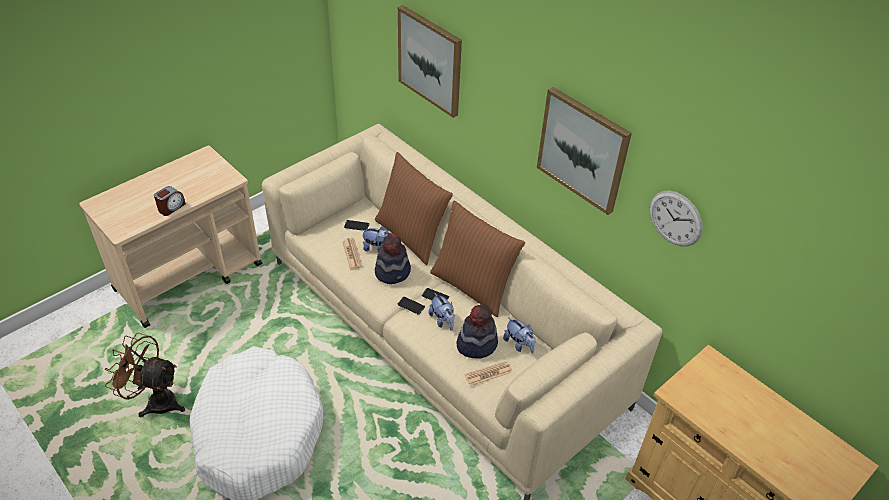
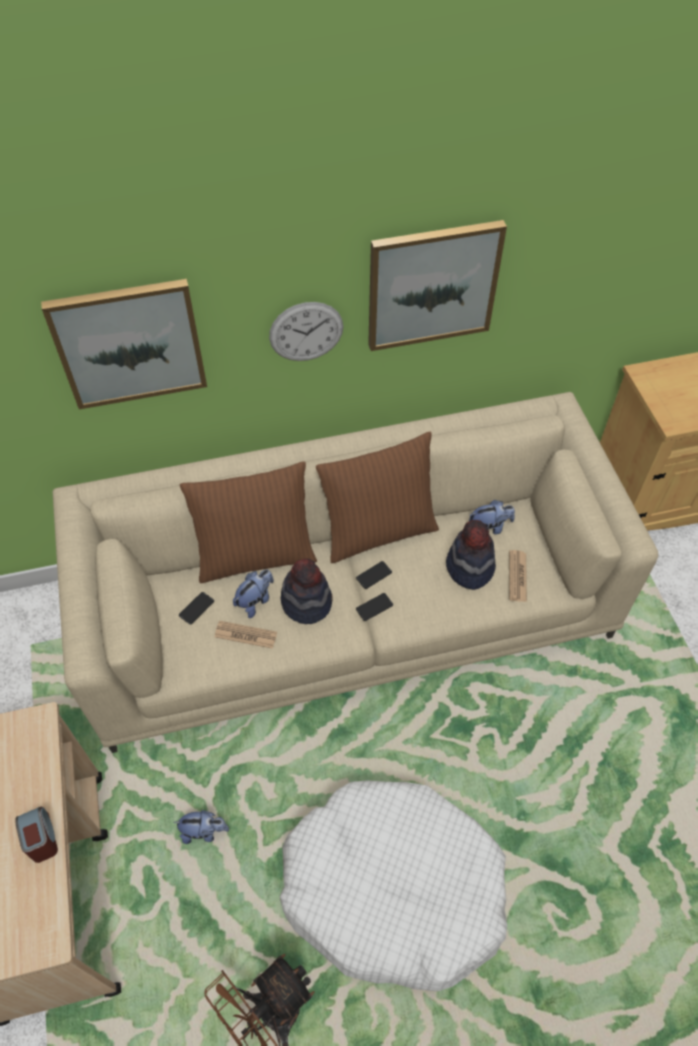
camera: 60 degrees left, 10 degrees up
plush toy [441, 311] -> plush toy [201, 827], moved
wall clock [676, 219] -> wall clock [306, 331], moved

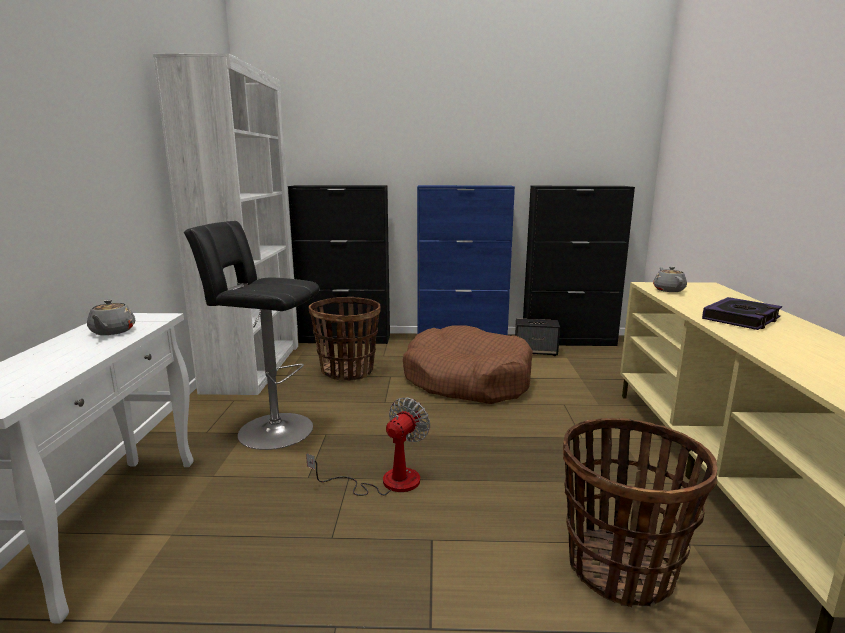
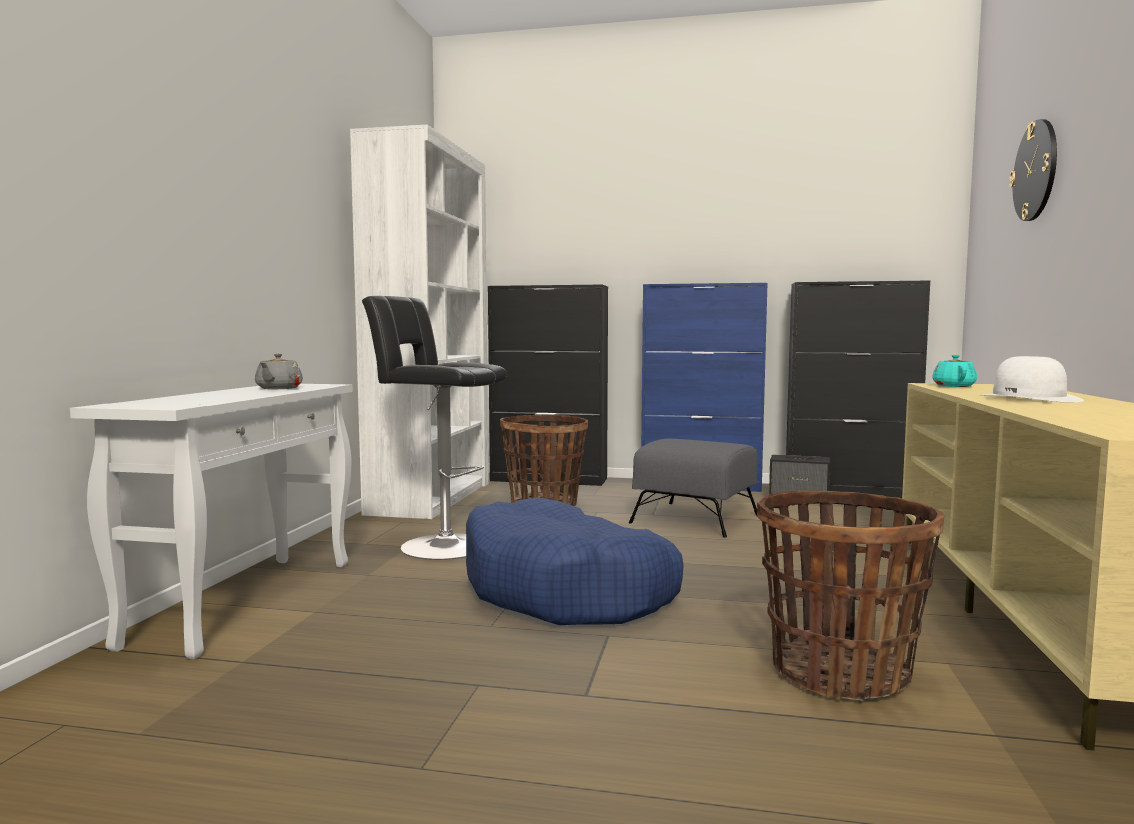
camera: 10 degrees right, 10 degrees down
none -> wall clock [1033, 170]
fan [368, 446] -> blue dog bed [575, 561]
brown dog bed [468, 364] -> grey ottoman [693, 488]
book [742, 313] -> white hat [1031, 379]
grey teapot [670, 279] -> turquoise teapot [954, 371]

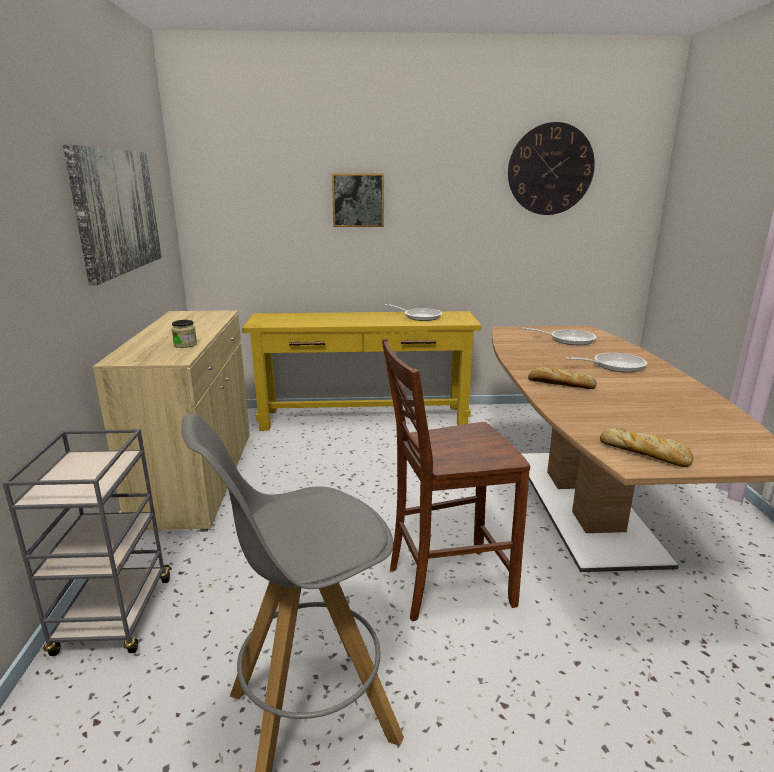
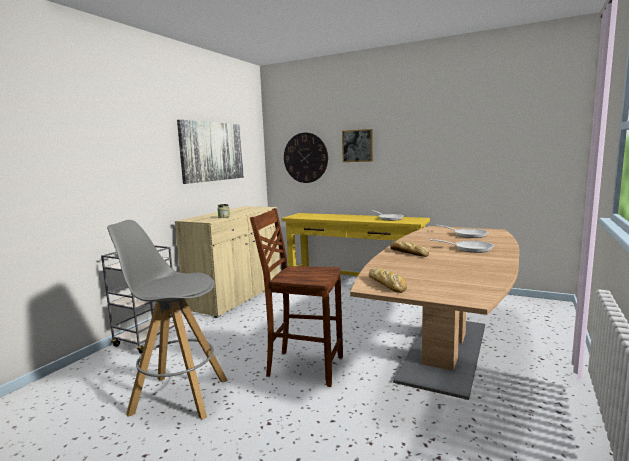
camera: 30 degrees right, 10 degrees down
wall clock [551, 168] -> wall clock [306, 158], moved

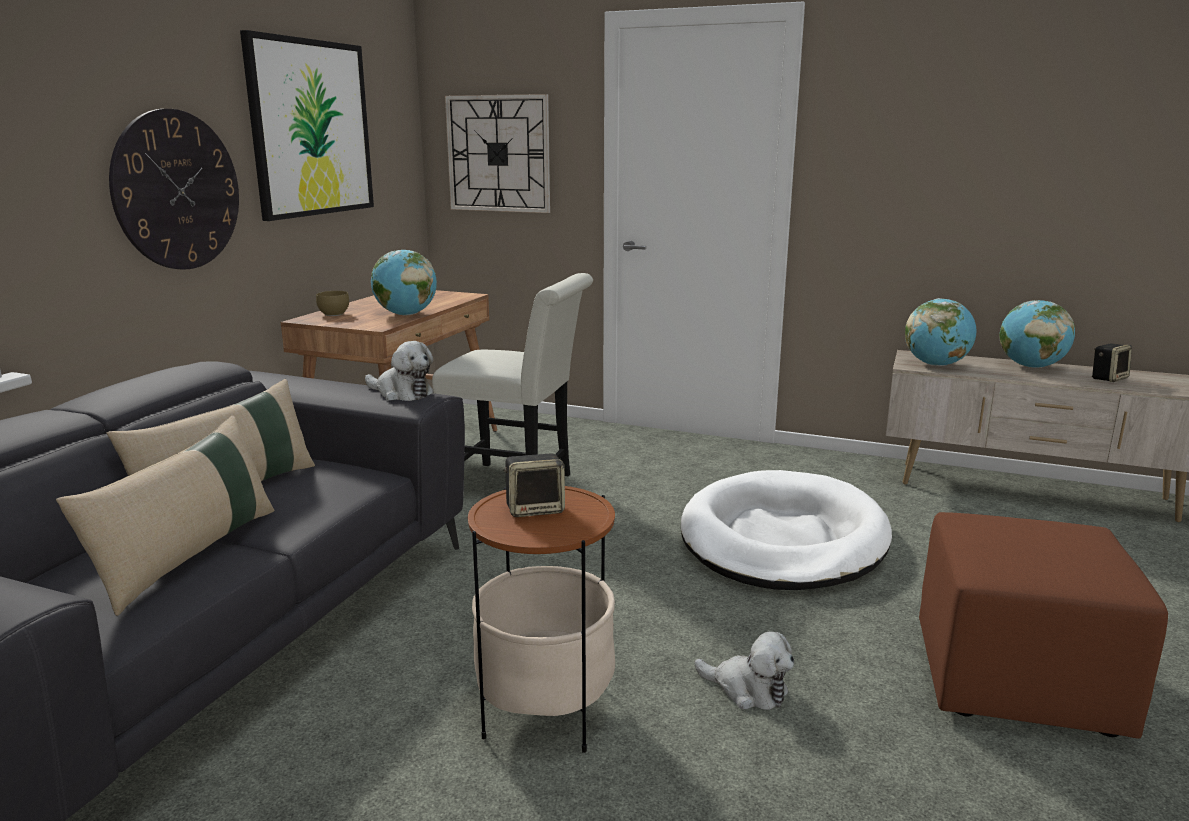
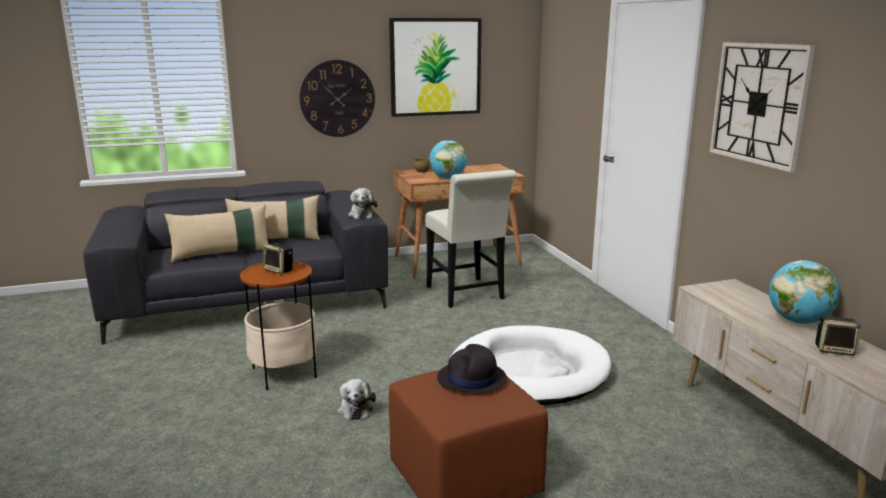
camera: 50 degrees right, 0 degrees up
globe [941, 332] -> none
none -> black hat [472, 369]
wall clock [497, 153] -> wall clock [763, 107], moved

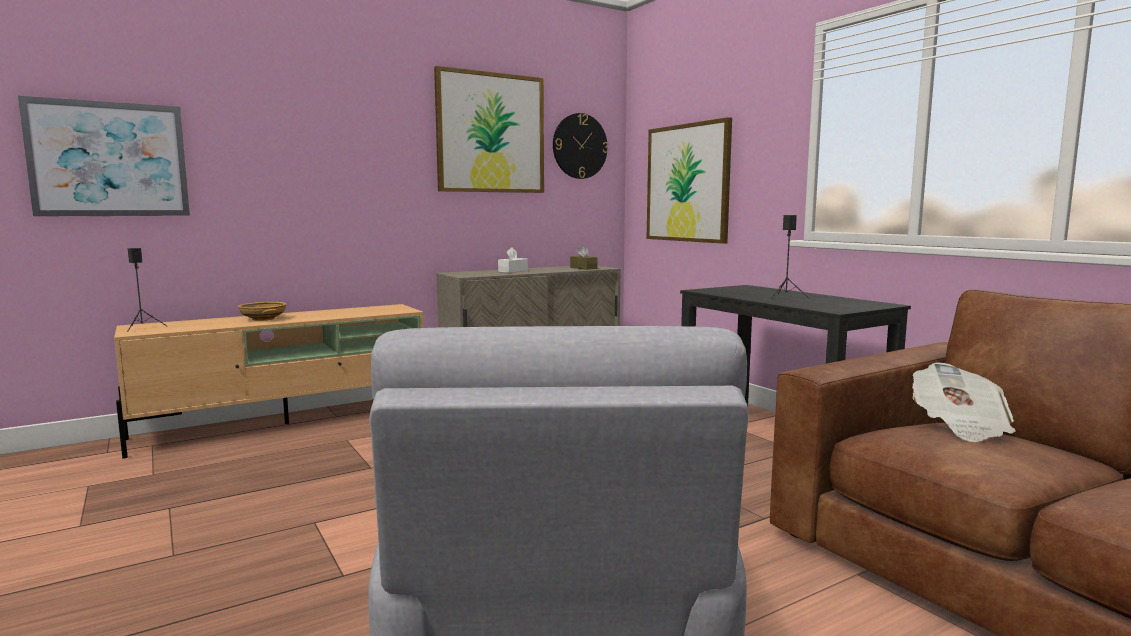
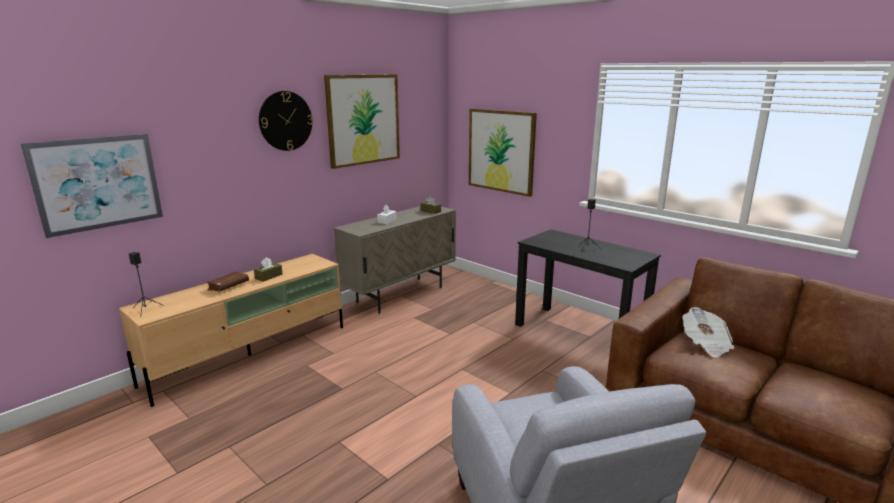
camera: 15 degrees left, 10 degrees up
none -> brown tissue box [268, 269]
wall clock [580, 146] -> wall clock [286, 121], moved
beige bowl [262, 311] -> brown book [227, 281]

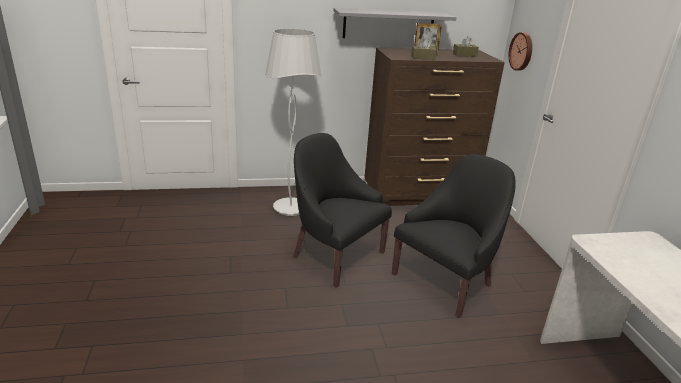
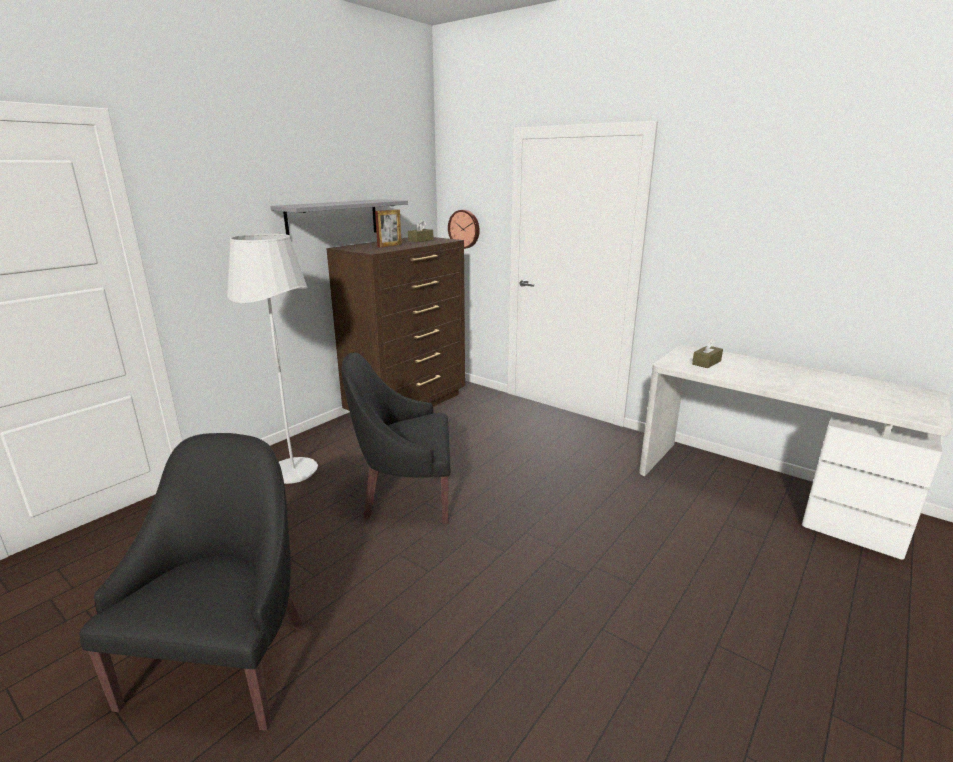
camera: 40 degrees left, 5 degrees down
black armchair [454, 236] -> black armchair [191, 582], moved
brown tissue box [424, 49] -> brown tissue box [707, 353], moved

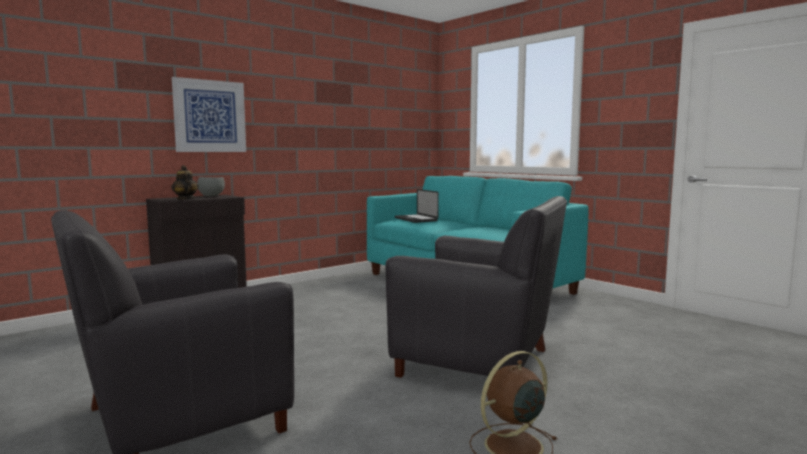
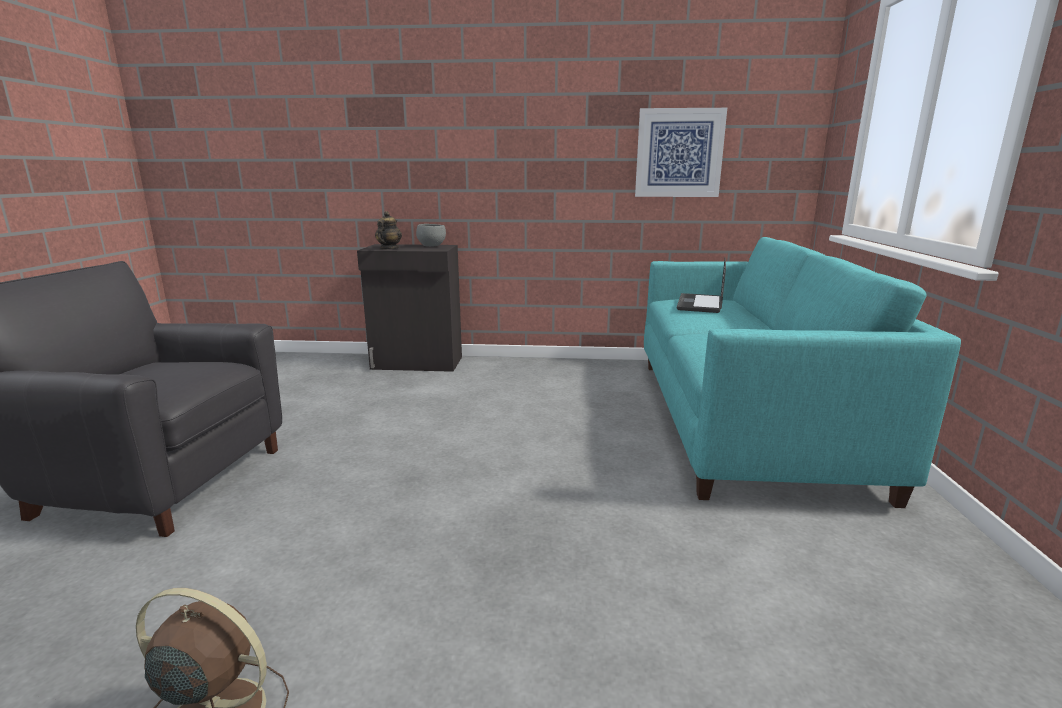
camera: 45 degrees right, 10 degrees up
black armchair [476, 287] -> none
picture [209, 114] -> picture [681, 152], moved

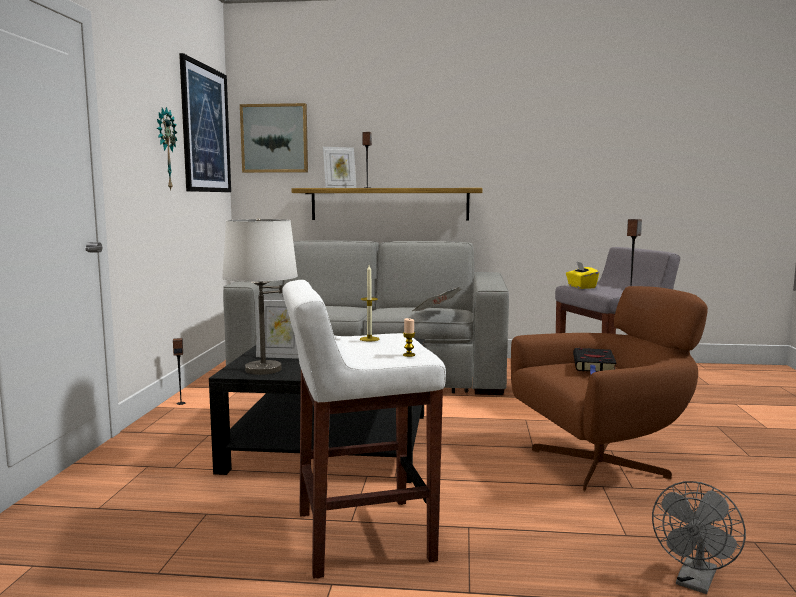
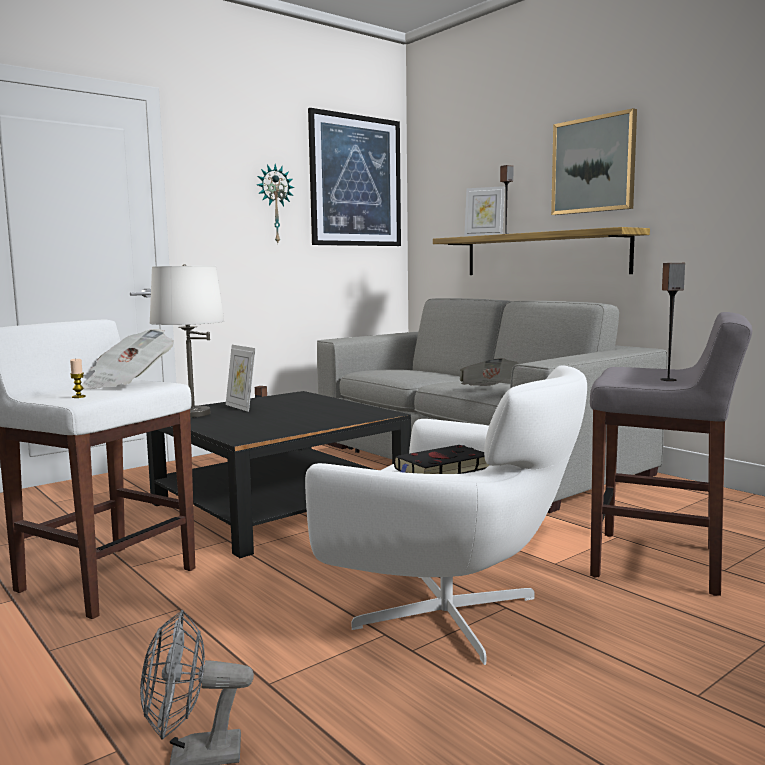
camera: 45 degrees right, 0 degrees up
yellow tissue box [582, 275] -> none
picture [274, 138] -> picture [594, 161], moved
candle [370, 303] -> newspaper [128, 359]
brown armchair [609, 389] -> white armchair [446, 515]

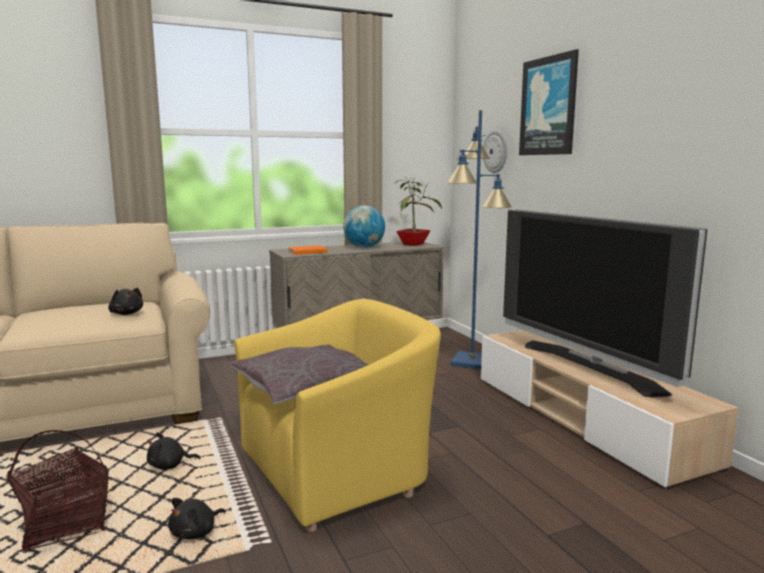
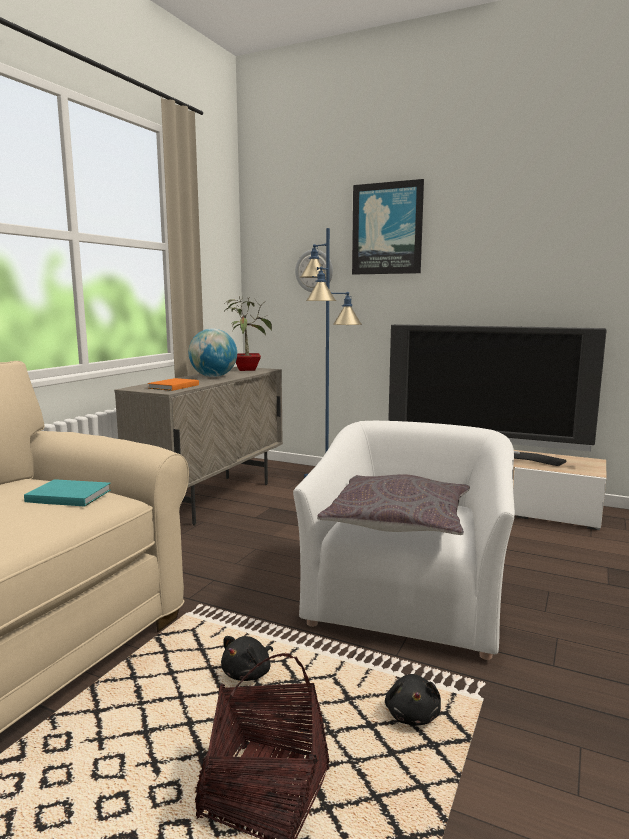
camera: 40 degrees left, 0 degrees up
black plush toy [125, 301] -> turquoise book [67, 493]
yellow armchair [337, 415] -> white armchair [404, 540]

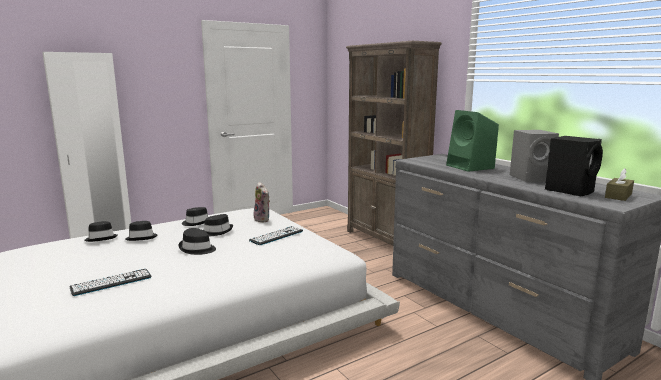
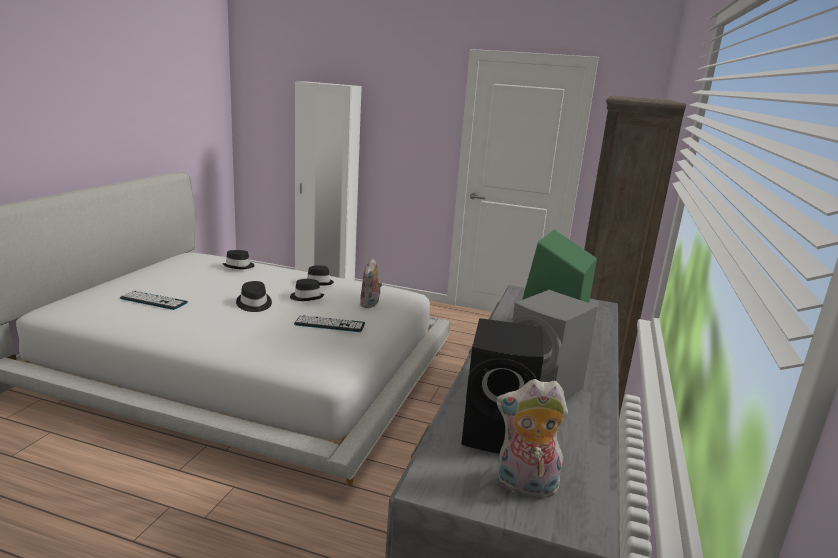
camera: 50 degrees right, 5 degrees up
black hat [141, 231] -> none
brown tissue box [619, 184] -> plush toy [532, 440]

